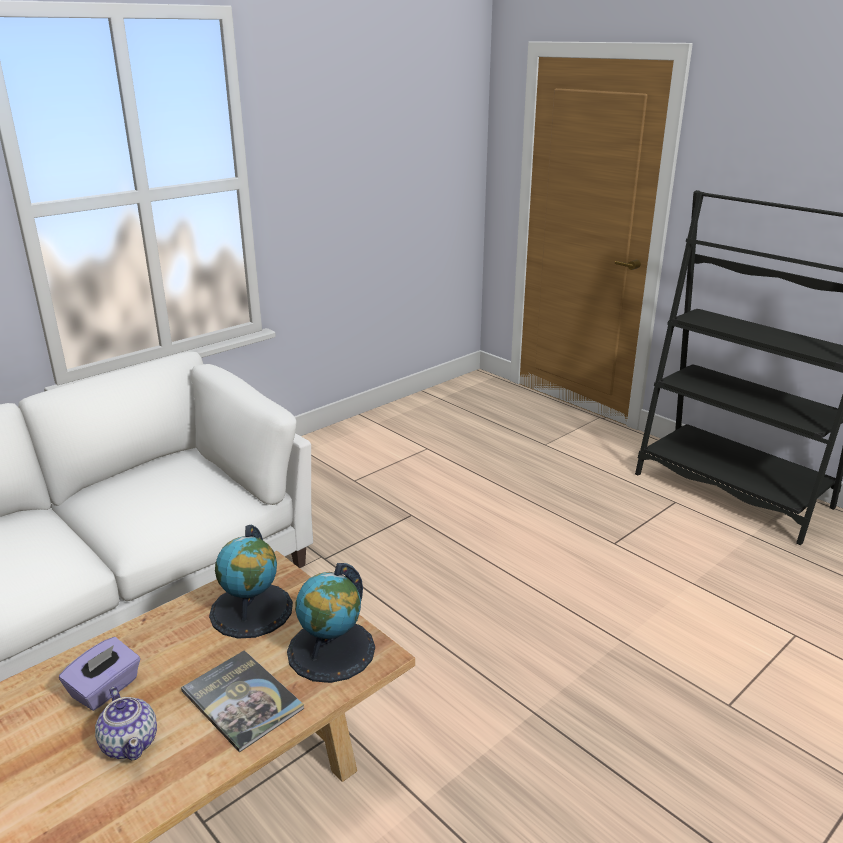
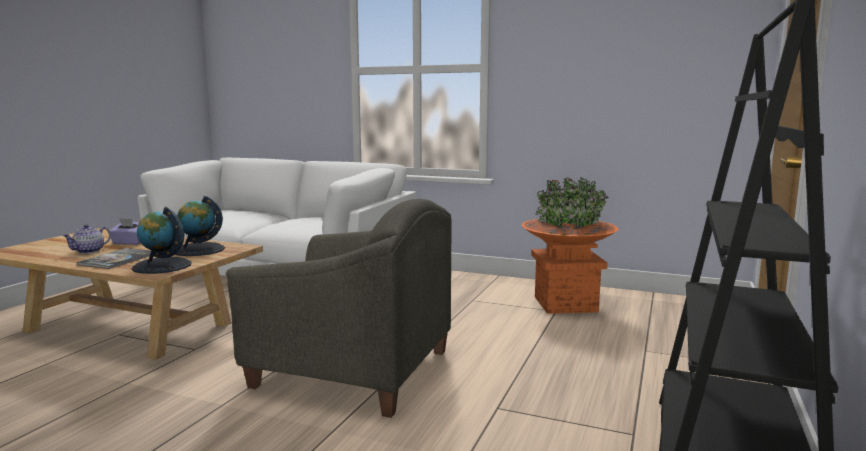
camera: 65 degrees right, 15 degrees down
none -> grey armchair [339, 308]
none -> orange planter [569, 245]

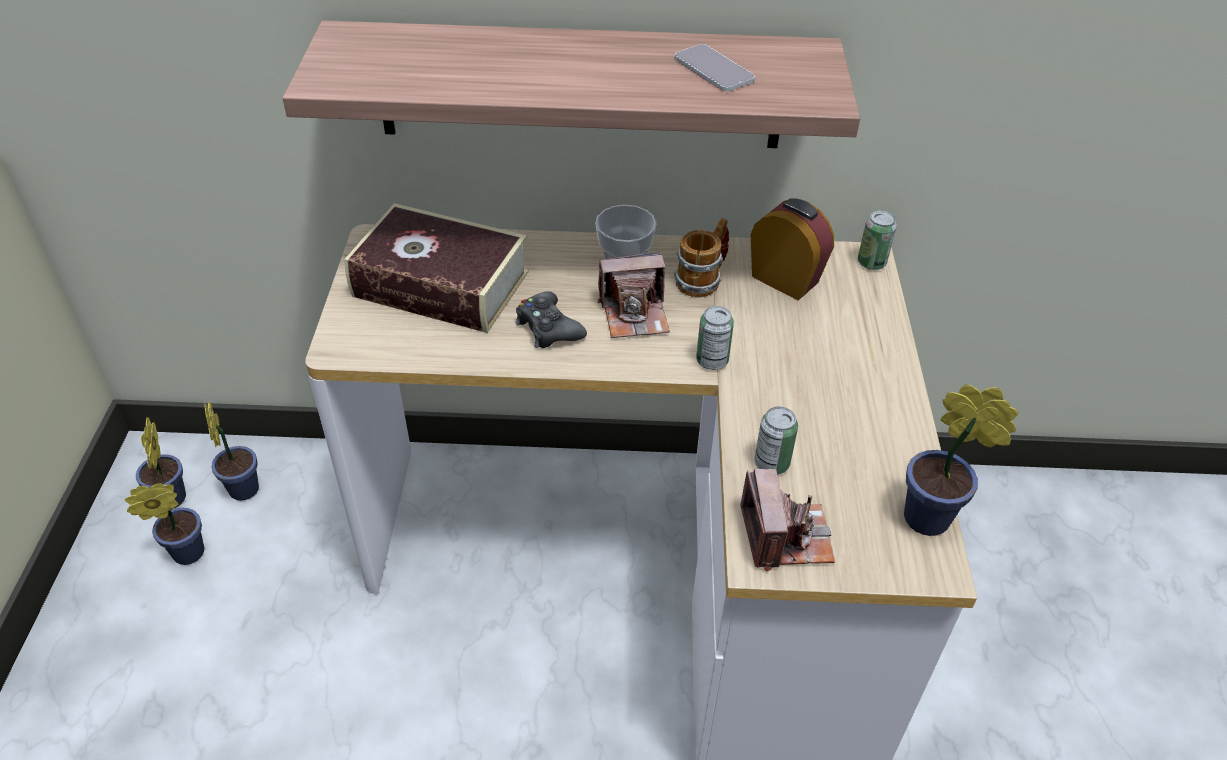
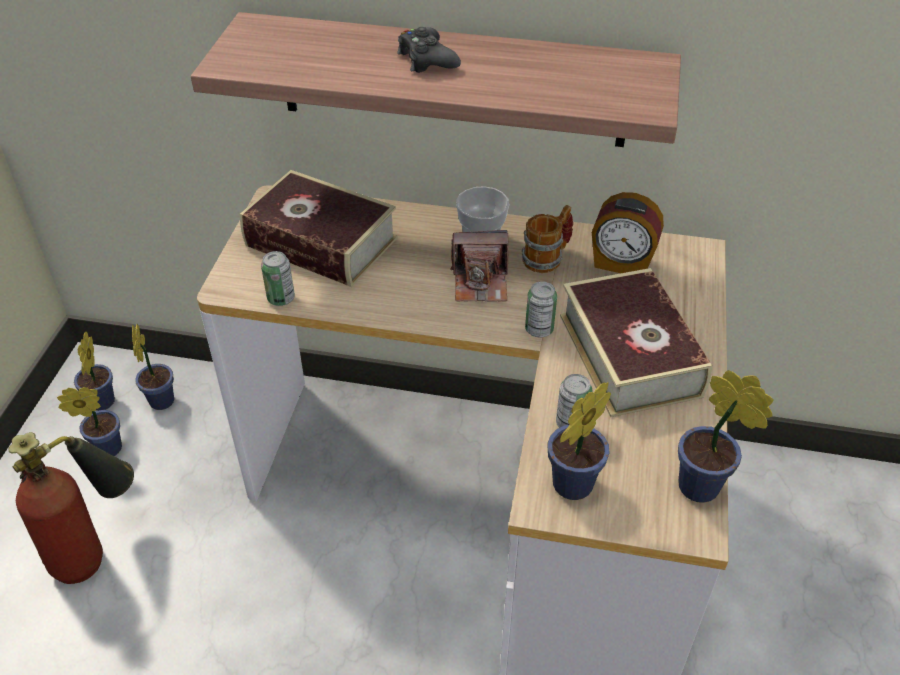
camera: 10 degrees right, 0 degrees up
phone [715, 67] -> none
none -> fire extinguisher [71, 508]
none -> book [636, 342]
black game controller [551, 319] -> black game controller [429, 50], moved
can [877, 240] -> can [278, 278], moved
photo camera [787, 520] -> potted plant [579, 441]
alarm clock [792, 249] -> alarm clock [628, 232], 150 degrees clockwise

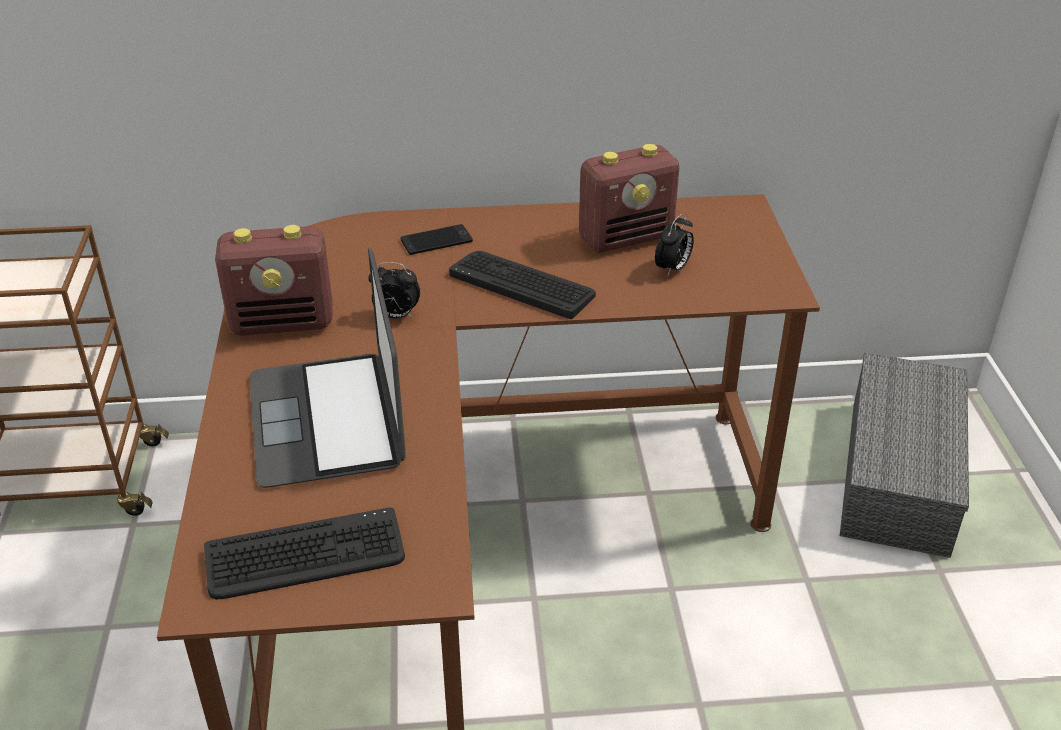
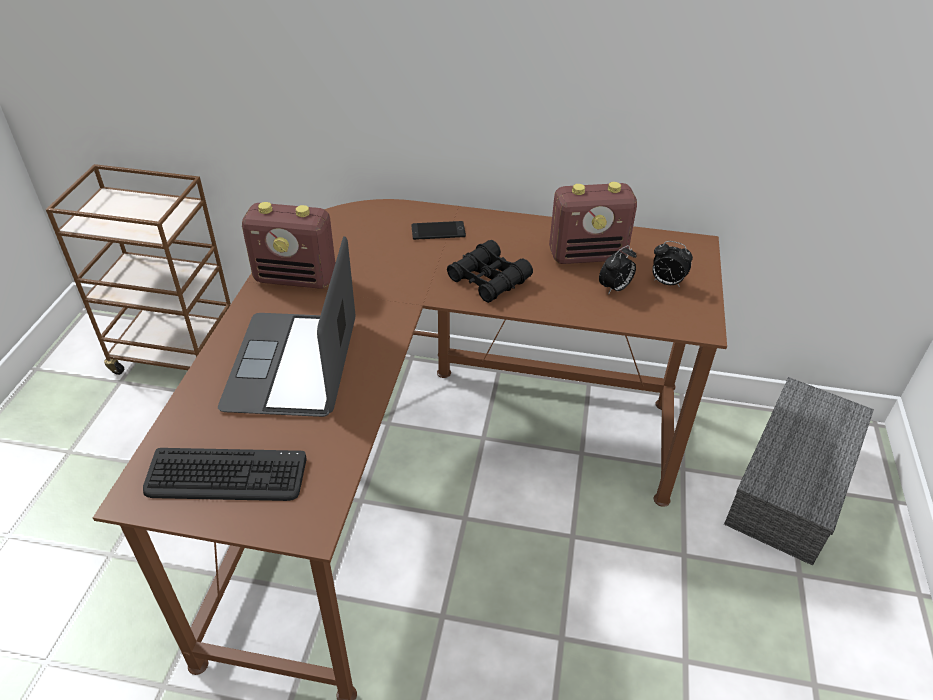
camera: 15 degrees right, 5 degrees up
alarm clock [394, 290] -> alarm clock [672, 264], moved
keyboard [522, 285] -> black binoculars [490, 271]

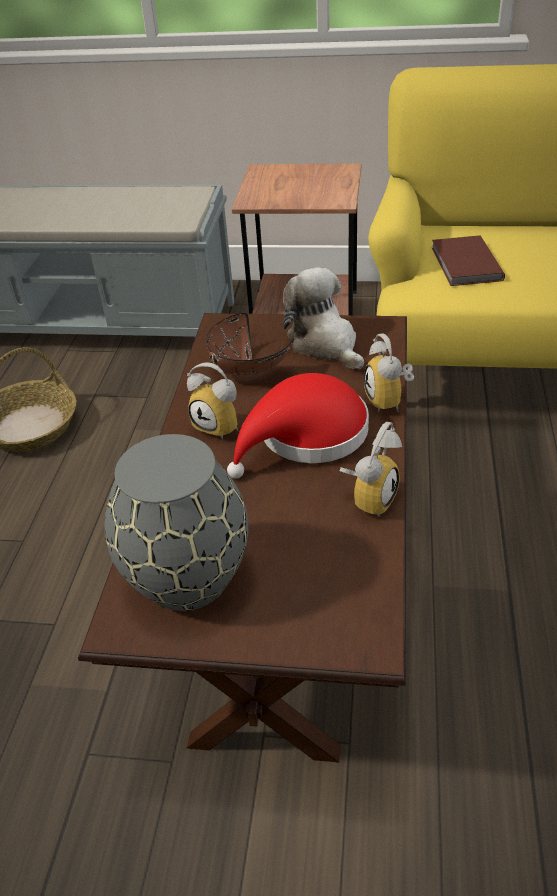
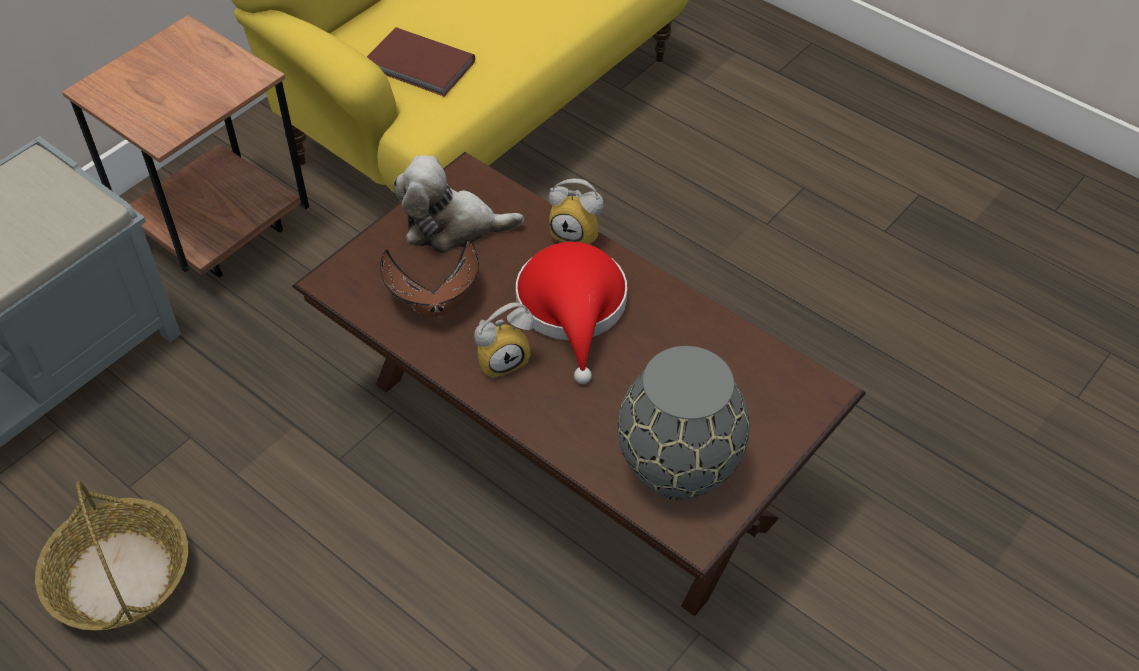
camera: 60 degrees left, 10 degrees up
alarm clock [371, 469] -> none

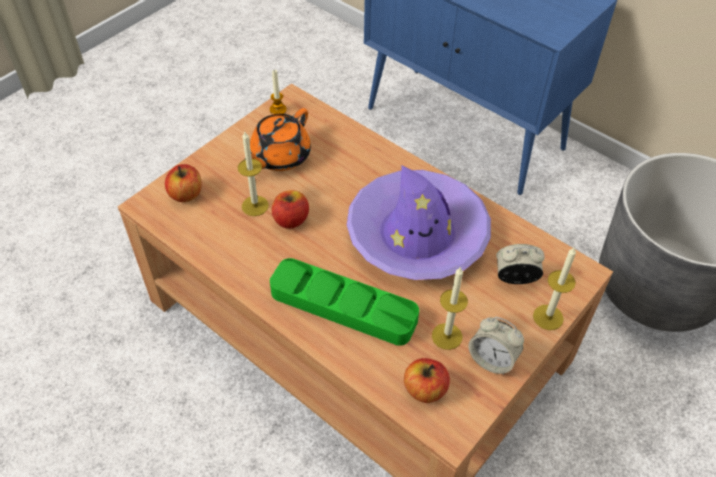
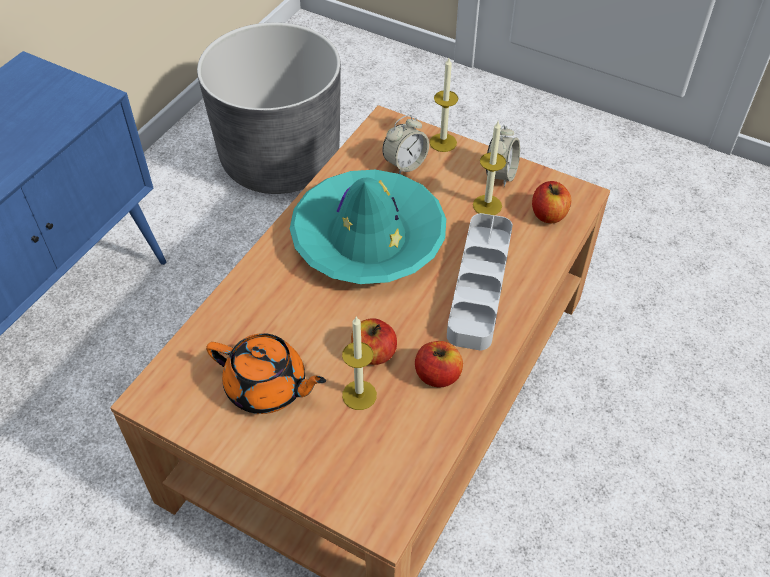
camera: 100 degrees left, 0 degrees up
candle [278, 91] -> none
apple [183, 183] -> apple [439, 364], moved
green tray [344, 302] -> grey tray [480, 282]
purple hat [419, 223] -> turquoise hat [368, 227]
alarm clock [520, 264] -> alarm clock [405, 144], 120 degrees counterclockwise

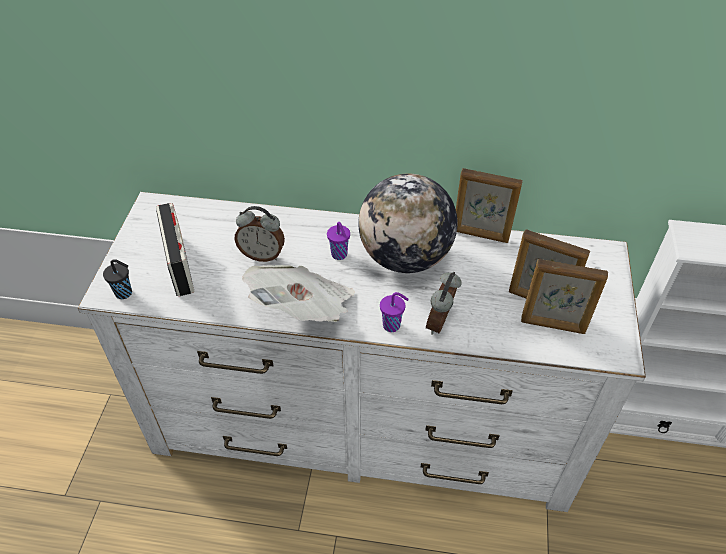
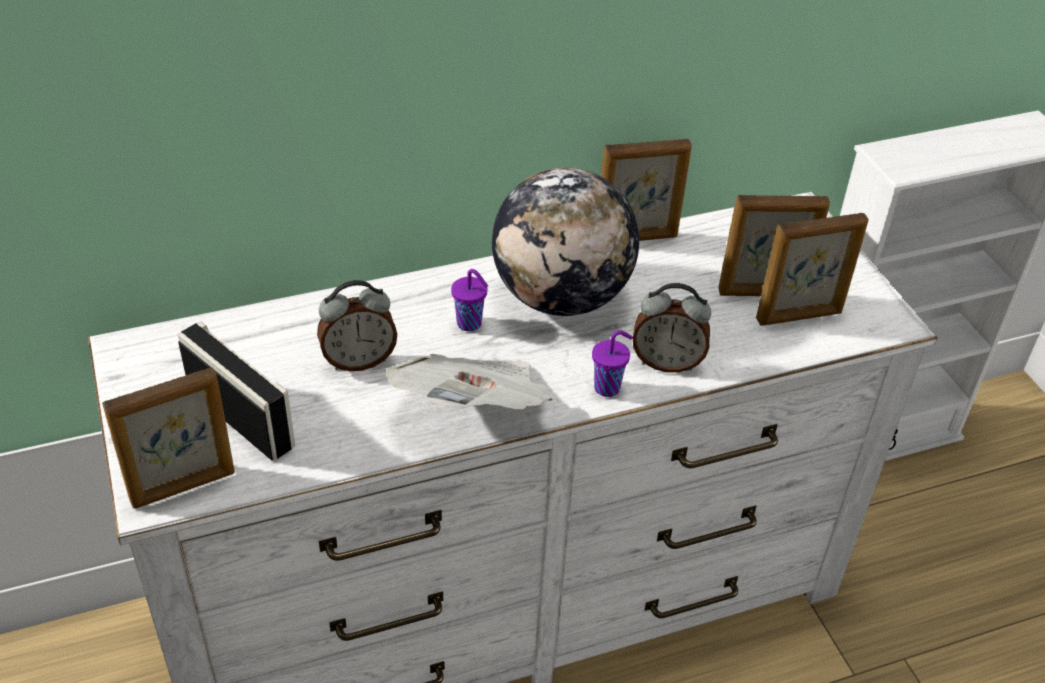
camera: 30 degrees left, 5 degrees down
black cup [117, 279] -> picture frame [168, 438]
alarm clock [444, 303] -> alarm clock [672, 328], 75 degrees counterclockwise

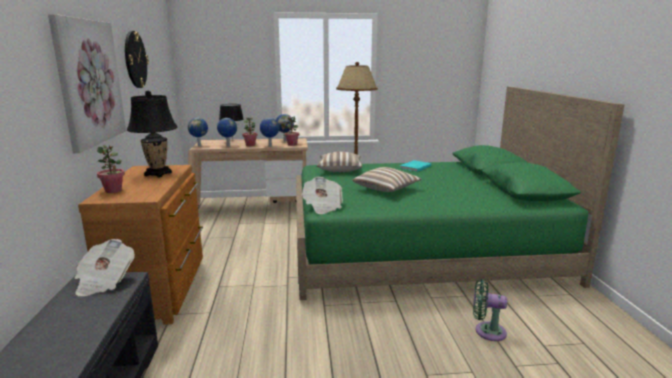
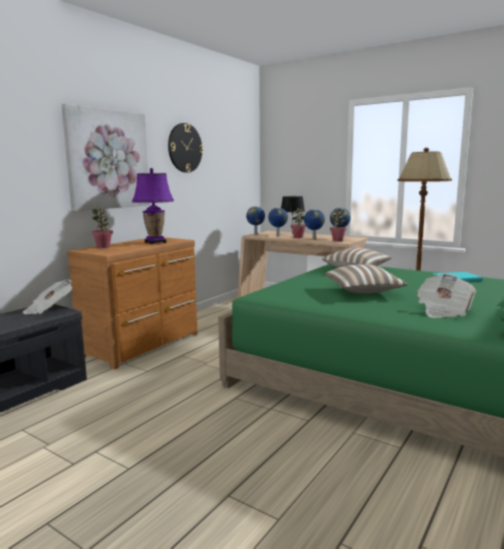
camera: 40 degrees right, 5 degrees down
green fan [490, 310] -> none
newspaper [322, 195] -> newspaper [446, 296], moved
black table lamp [152, 134] -> purple table lamp [153, 206]

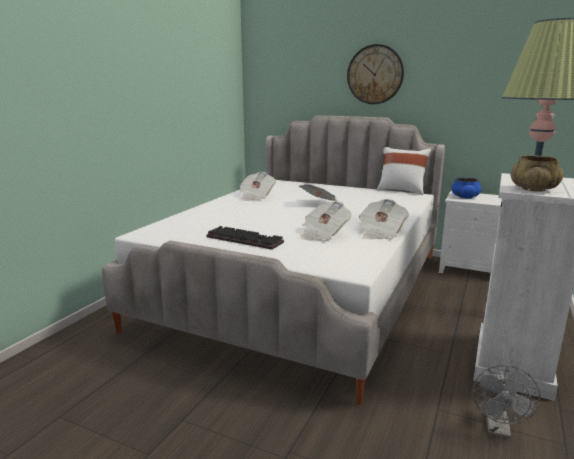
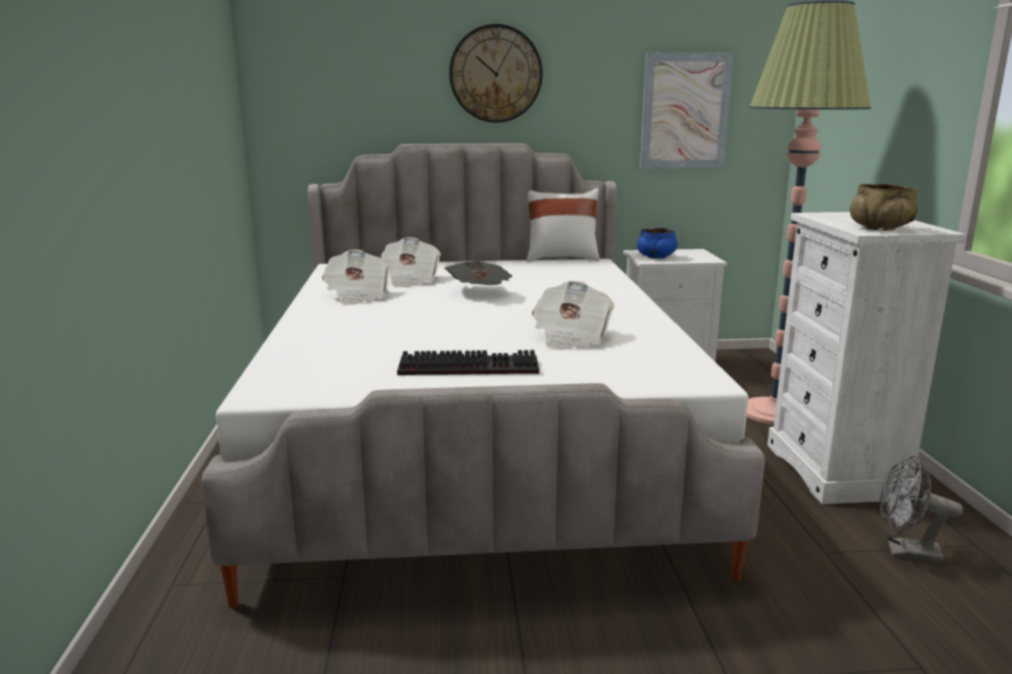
camera: 30 degrees left, 0 degrees up
none -> picture [687, 110]
newspaper [384, 219] -> newspaper [411, 262], moved
grey fan [506, 401] -> grey fan [921, 509], 120 degrees clockwise

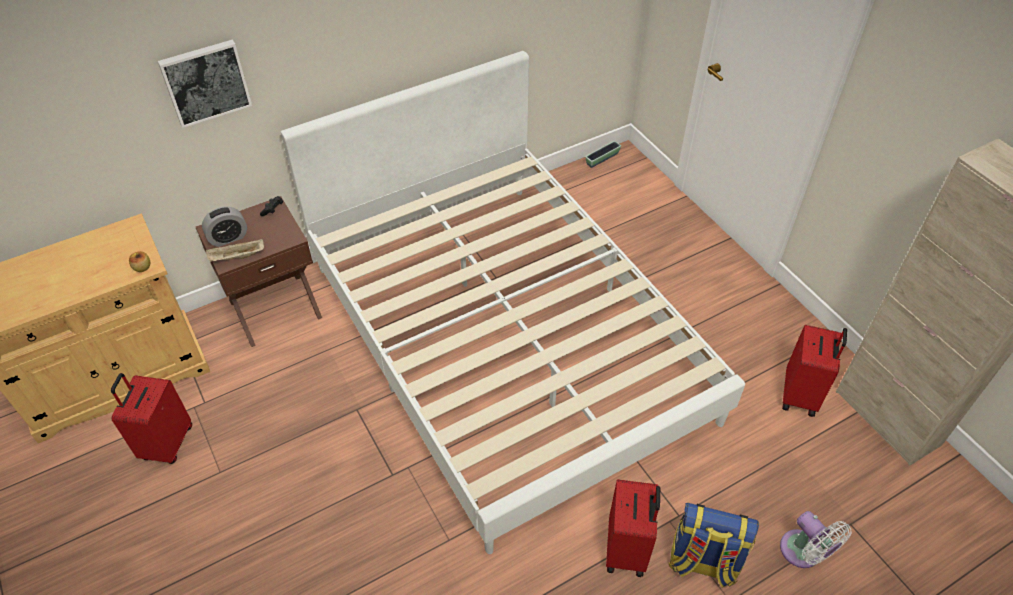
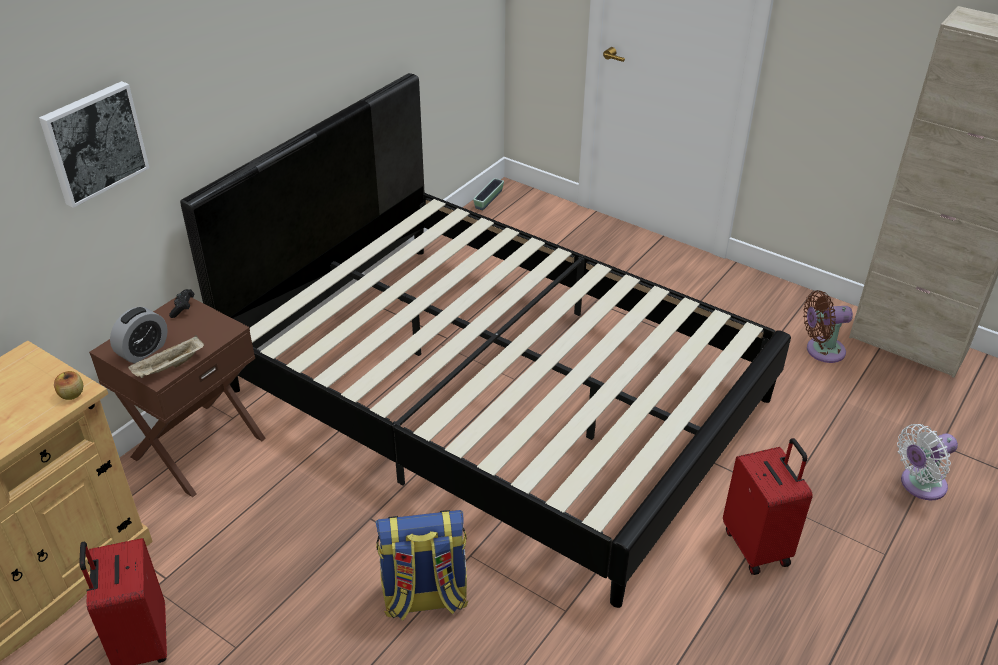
camera: 25 degrees left, 10 degrees down
backpack [713, 545] -> backpack [421, 565], moved
red suitcase [814, 371] -> brown fan [828, 326]
white bed [513, 302] -> black bed [485, 340]
white fan [816, 539] -> white fan [927, 462], 120 degrees clockwise

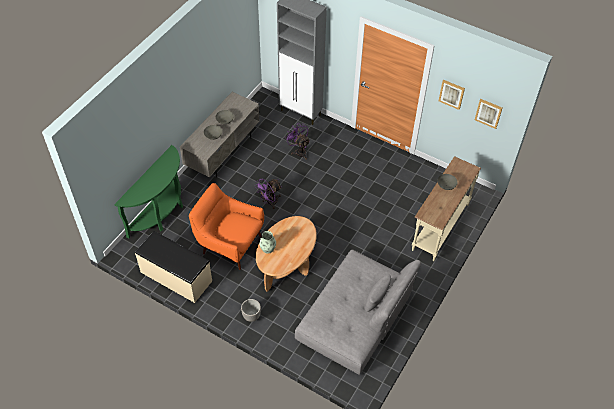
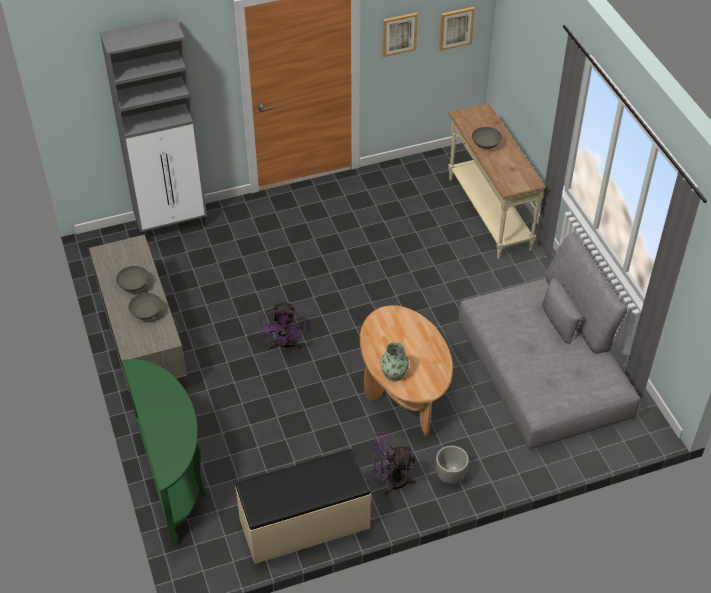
camera: 50 degrees left, 5 degrees down
orange armchair [226, 226] -> none
purple fan [298, 142] -> purple fan [394, 463], moved

